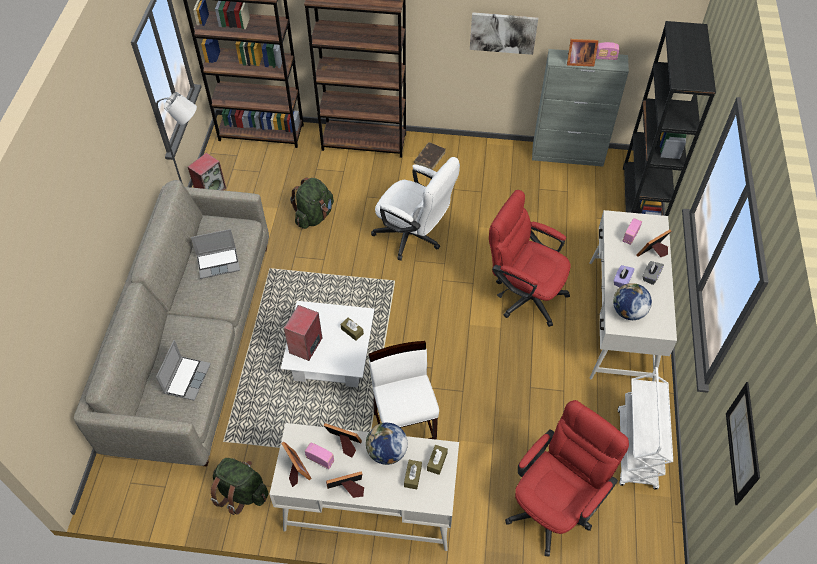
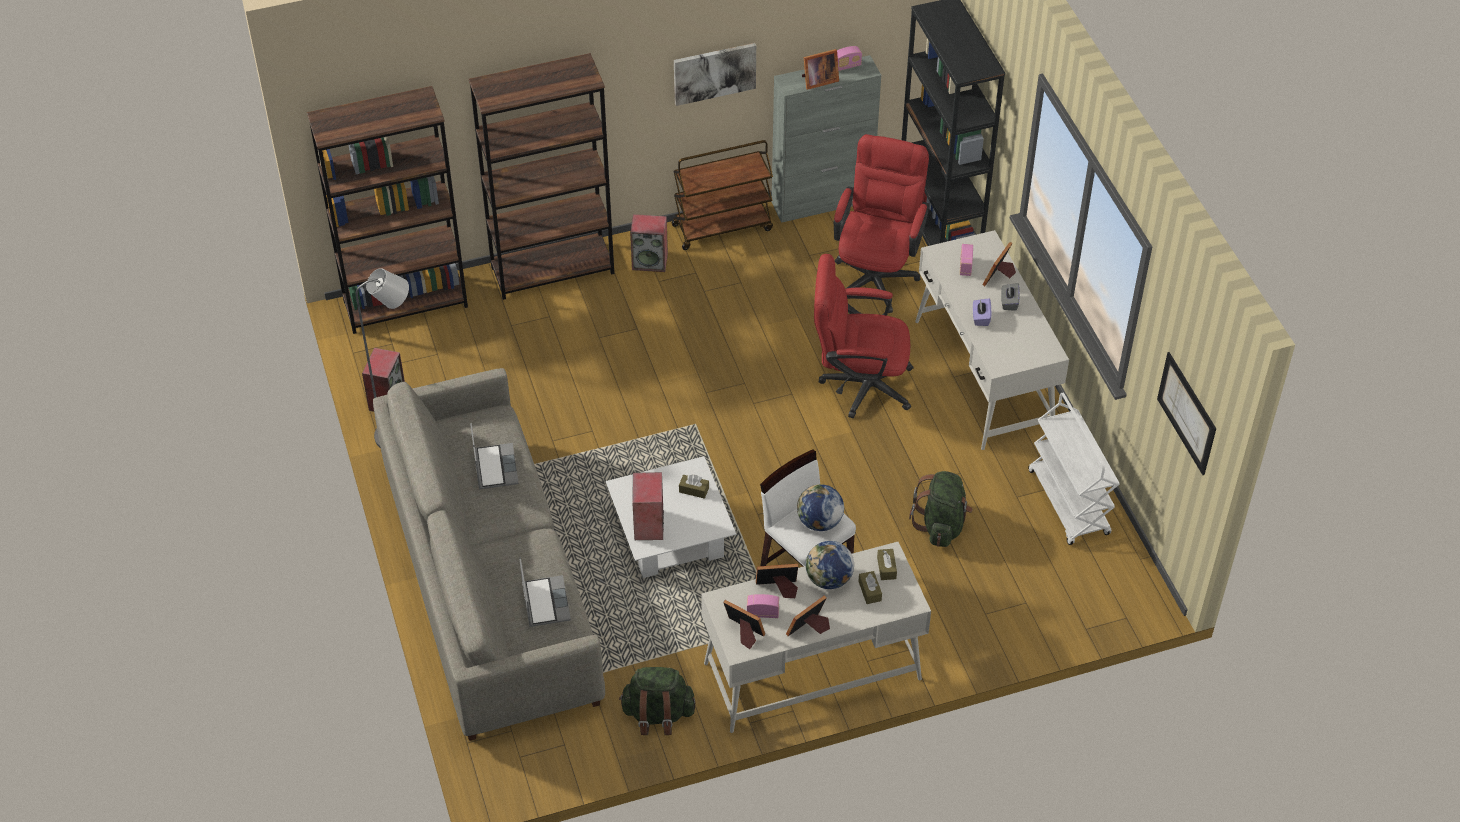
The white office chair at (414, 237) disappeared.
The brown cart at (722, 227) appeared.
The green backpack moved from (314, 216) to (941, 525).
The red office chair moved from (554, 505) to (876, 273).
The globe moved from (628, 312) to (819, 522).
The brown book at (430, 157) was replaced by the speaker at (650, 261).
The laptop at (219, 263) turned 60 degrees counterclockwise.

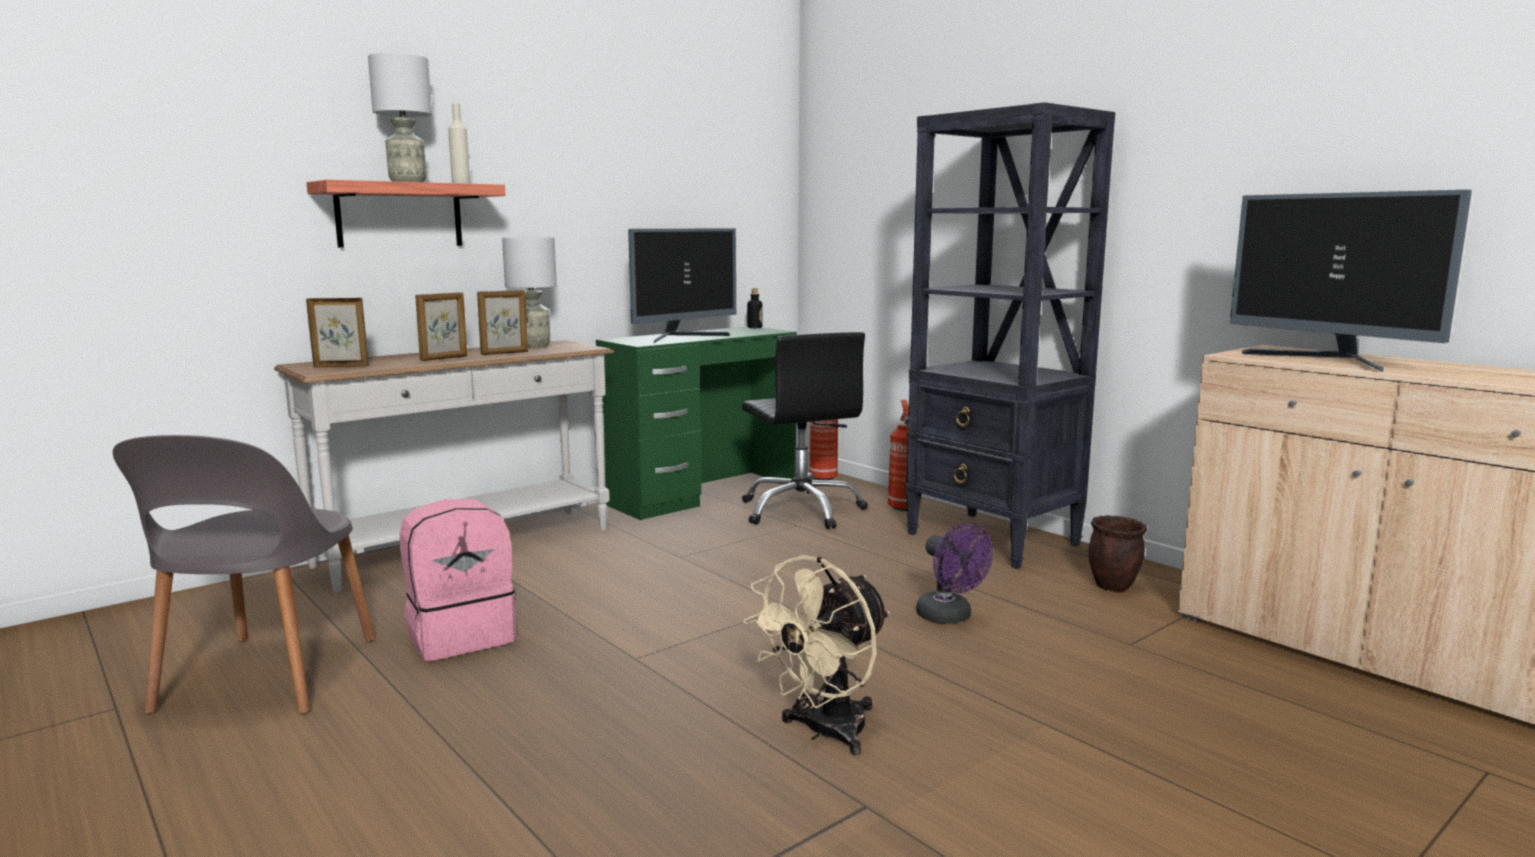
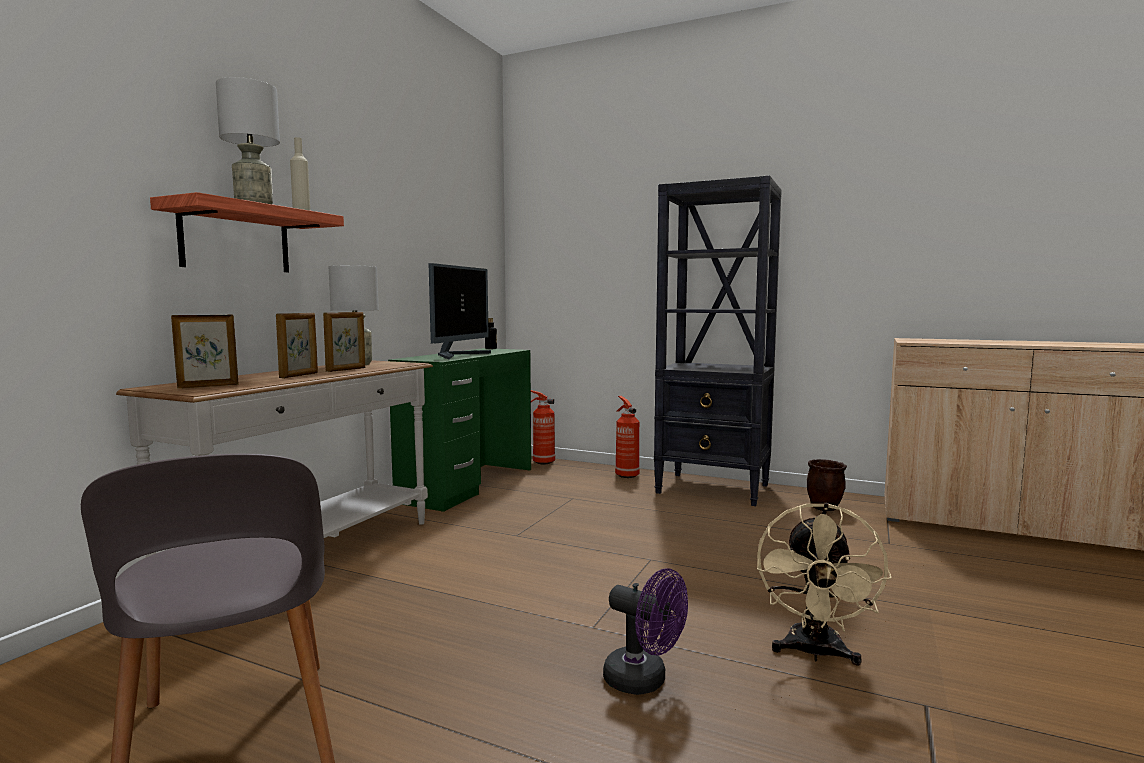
The pink backpack at (461, 636) disappeared.
The black office chair at (802, 510) disappeared.
The monitor at (1329, 361) disappeared.
The purple fan moved from (950, 617) to (644, 681).

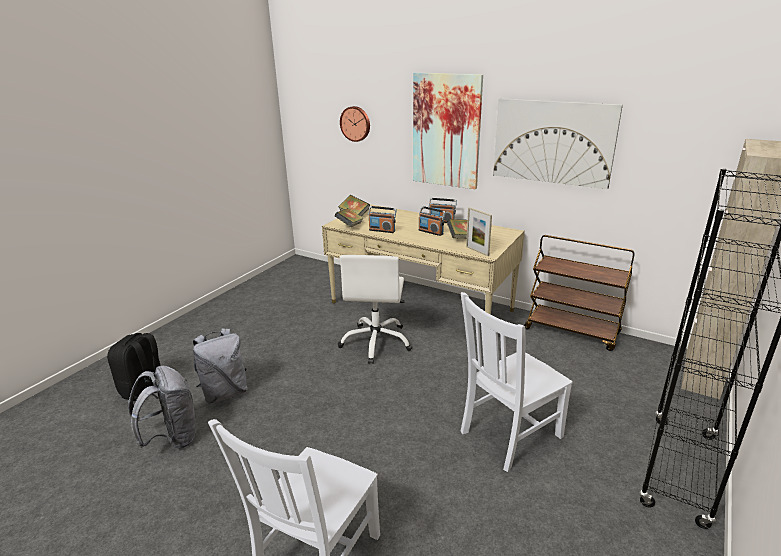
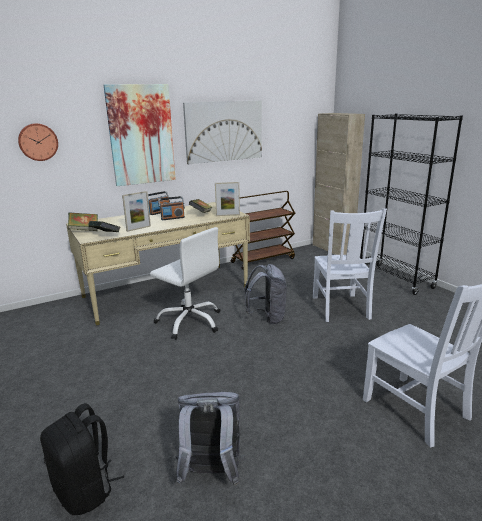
The grey backpack moved from (225, 393) to (267, 318).
The radio at (382, 230) was replaced by the picture frame at (138, 228).

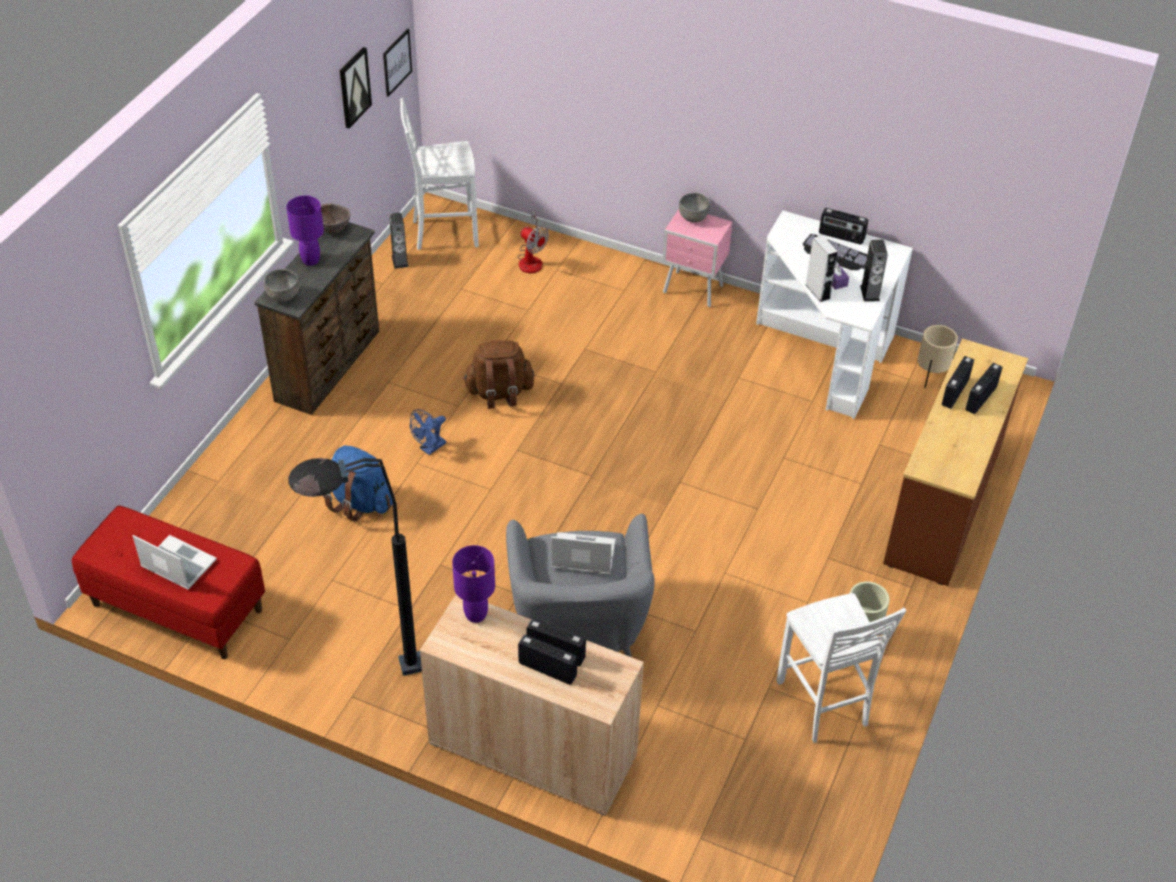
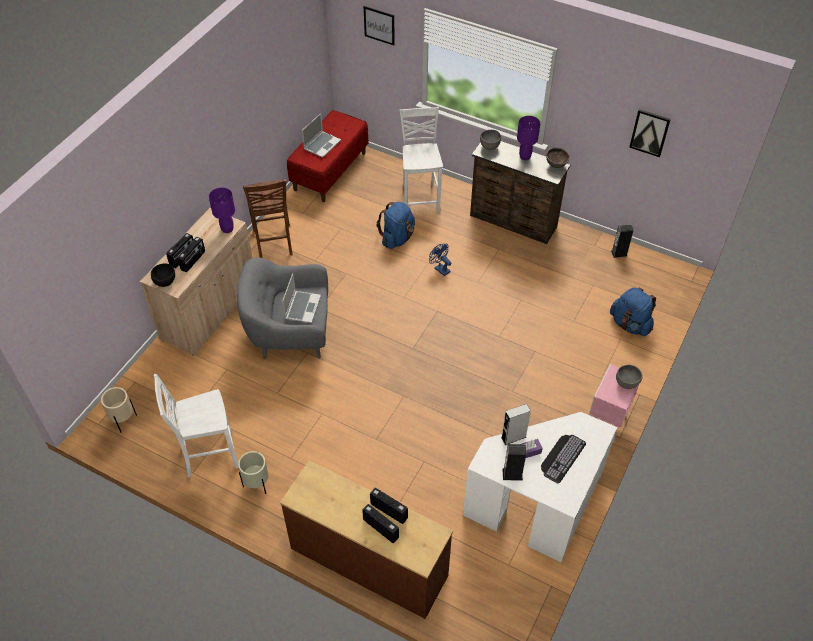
The brown backpack at (499, 393) disappeared.
The radio at (841, 237) disappeared.
The black bowl at (165, 282) appeared.
The picture moved from (397, 62) to (379, 25).
The white chair moved from (443, 232) to (420, 198).
The beige planter moved from (930, 377) to (123, 420).
The black floor lamp at (366, 675) was replaced by the brown chair at (273, 243).
The fan at (531, 259) was replaced by the blue backpack at (630, 324).

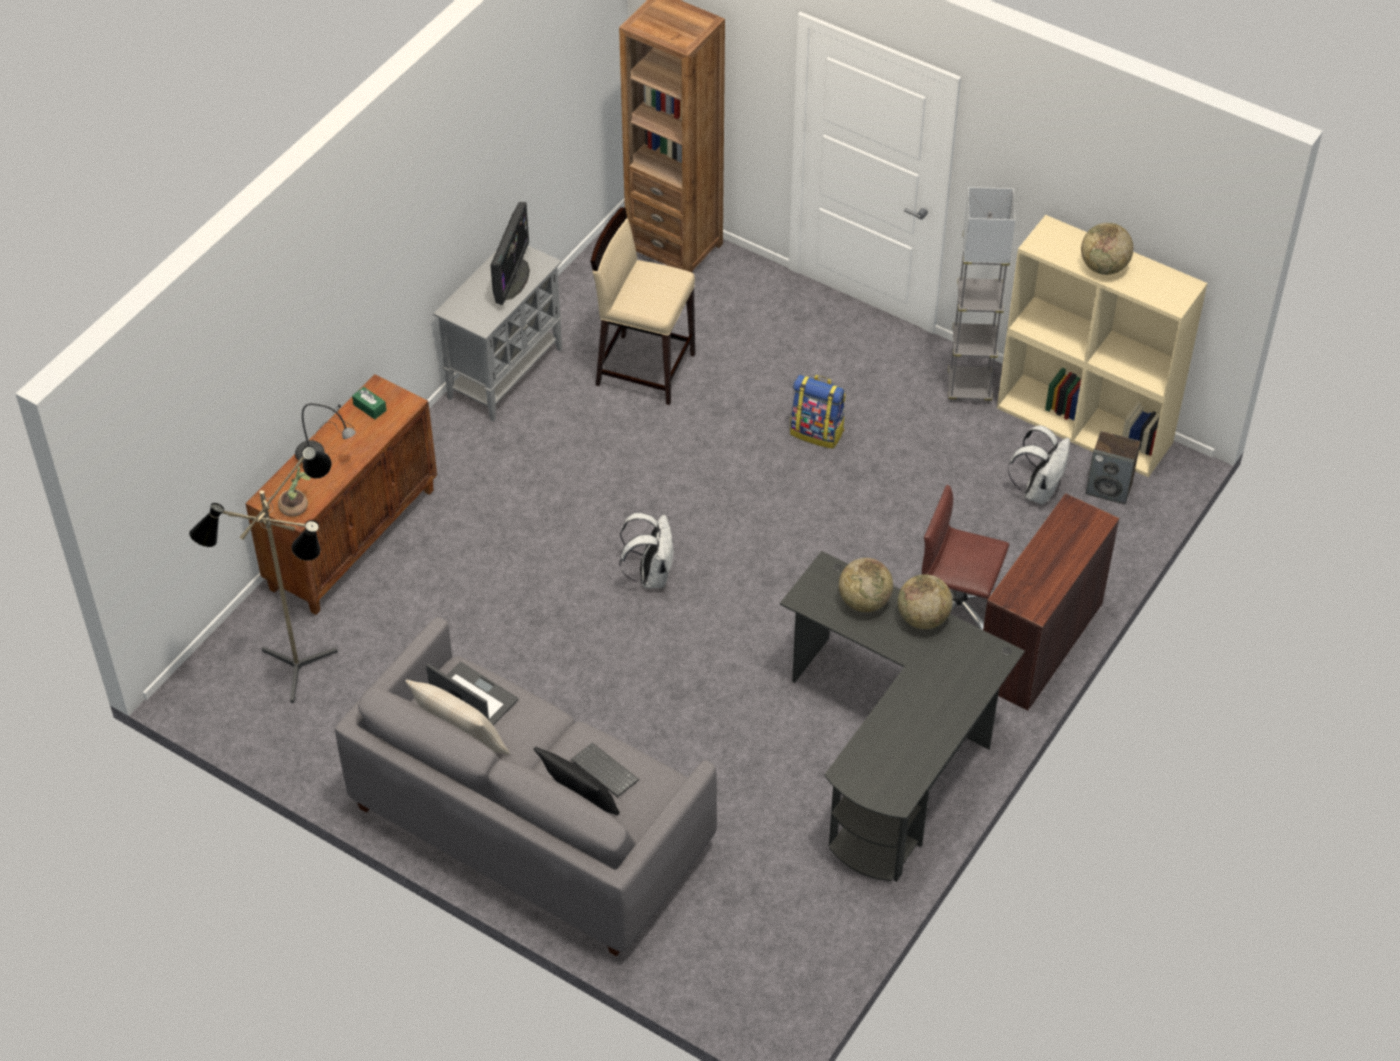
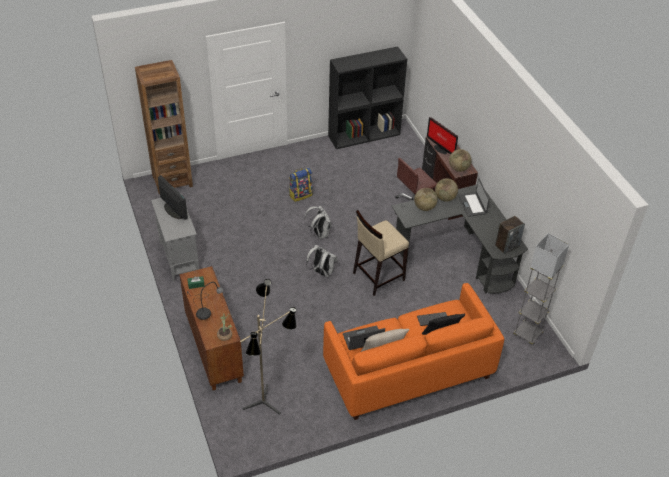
The monitor at (440, 149) appeared.
The laptop at (472, 204) appeared.
The beige stool moved from (644, 368) to (378, 276).
The grey floor lamp moved from (969, 388) to (527, 334).
The white backpack moved from (1038, 490) to (319, 234).
The globe moved from (1104, 267) to (458, 168).
The speaker moved from (1109, 489) to (507, 246).
The grey sofa at (531, 825) became the orange sofa at (408, 370).
The beige bookcase at (1086, 425) became the black bookcase at (364, 135).

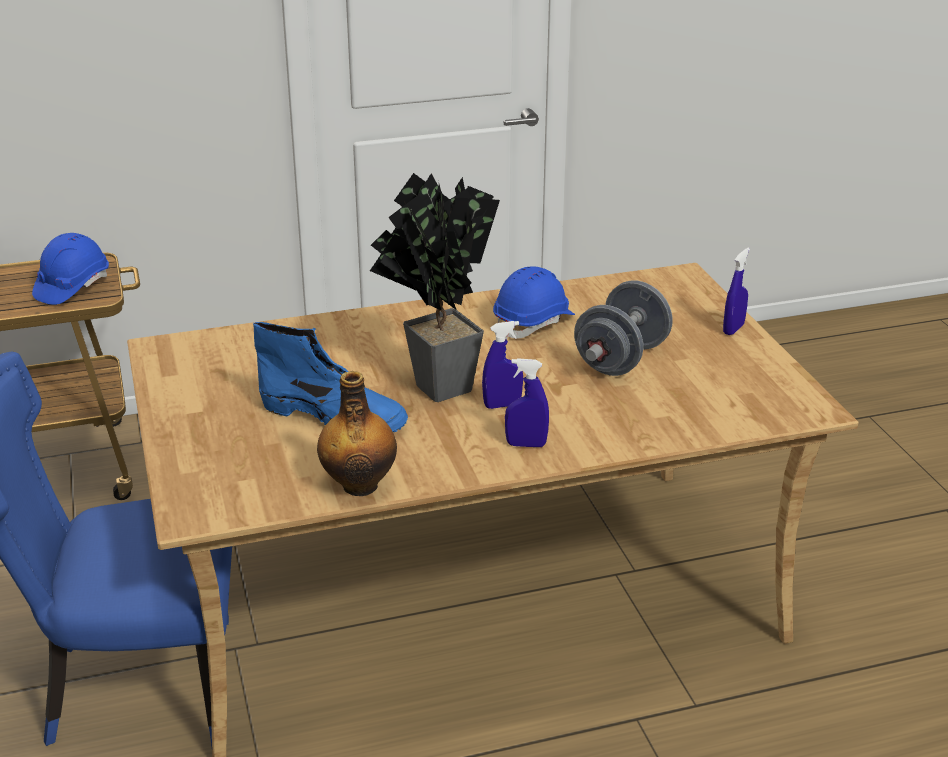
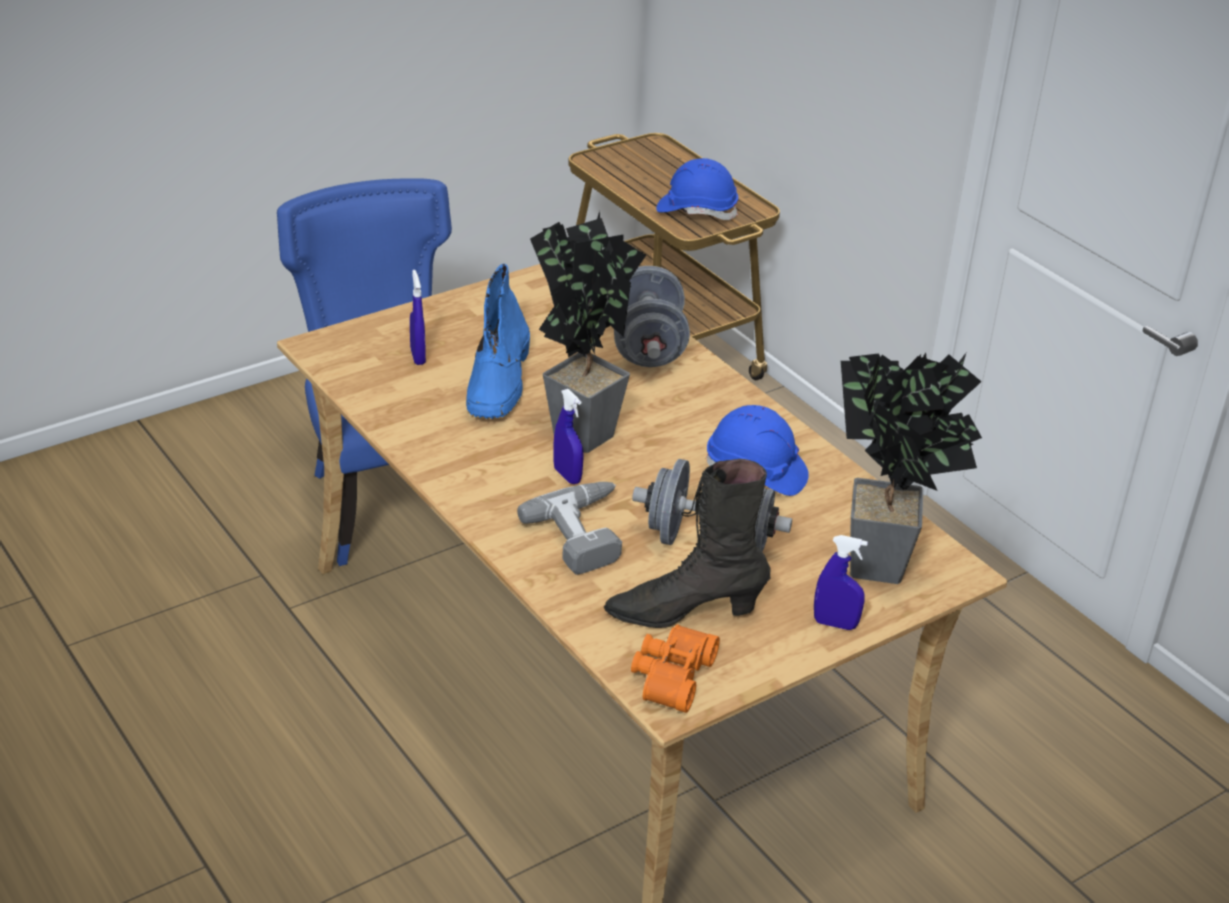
The bottle at (359, 484) disappeared.
The power drill at (587, 534) appeared.
The black boot at (684, 612) appeared.
The grey dumbbell at (647, 347) appeared.
The orange binoculars at (670, 676) appeared.
The potted plant at (886, 571) appeared.
The blue spray bottle moved from (526, 444) to (418, 356).

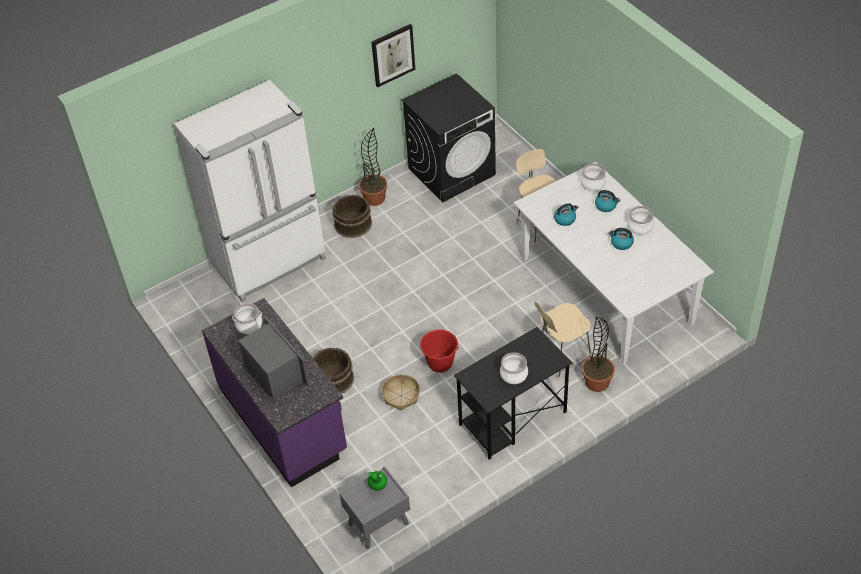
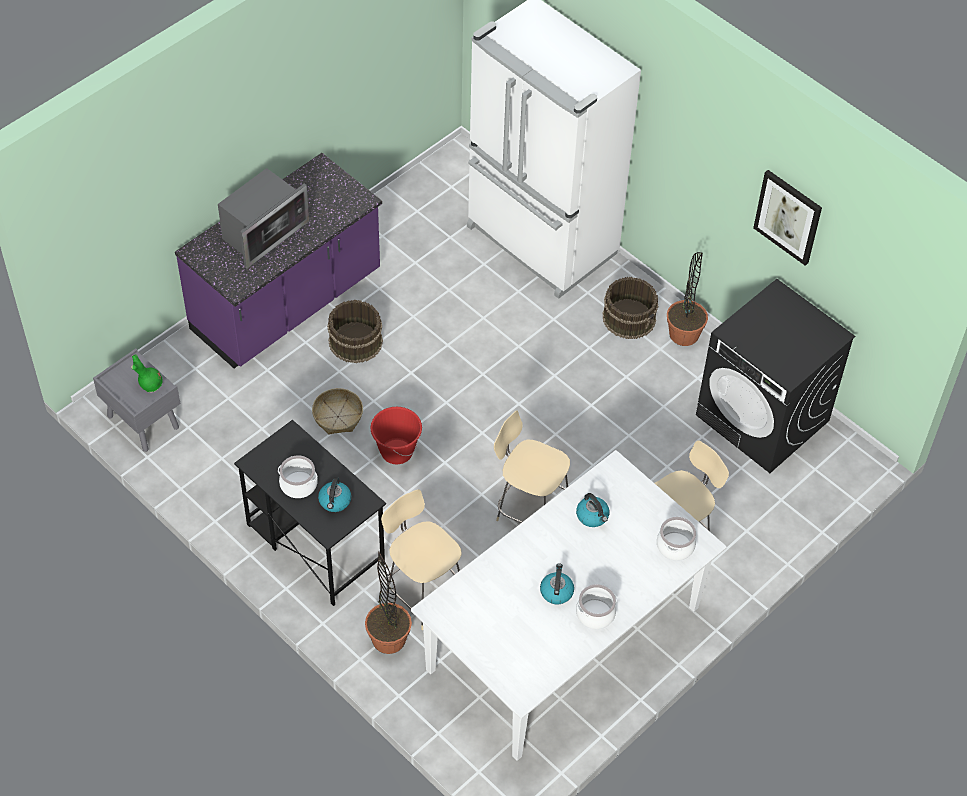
The cooking pot at (249, 325) disappeared.
The beige chair at (530, 510) appeared.
The kettle moved from (606, 206) to (335, 501).

